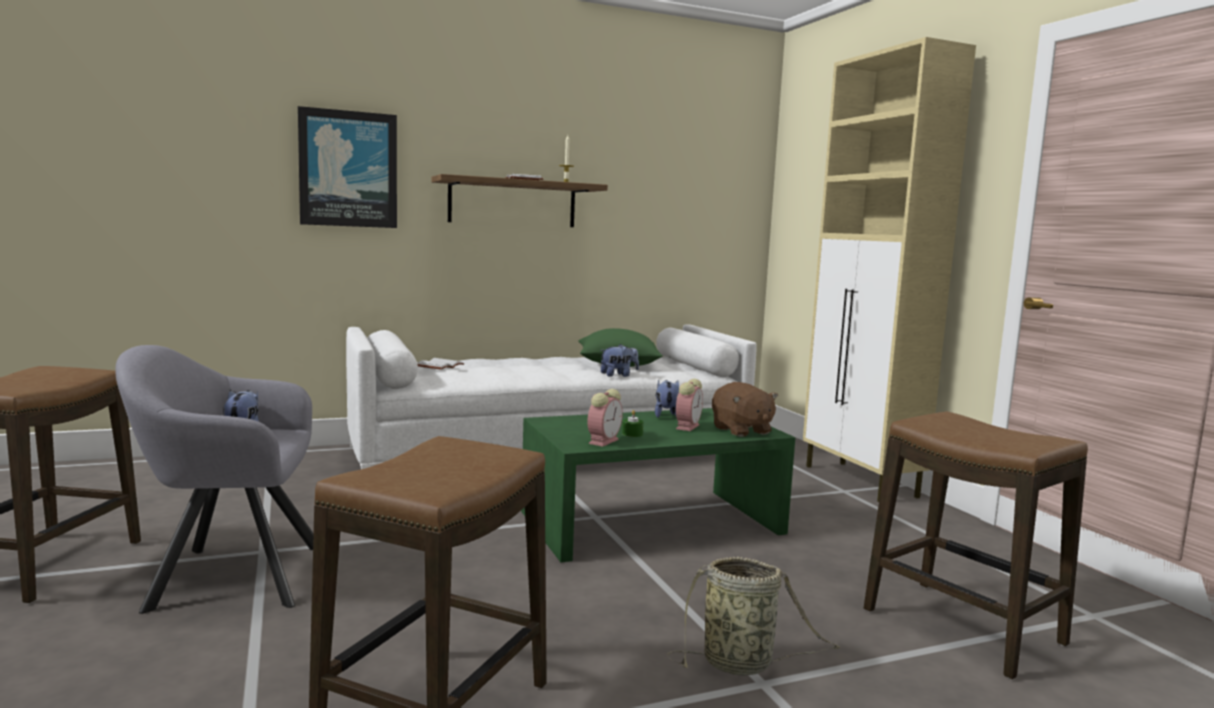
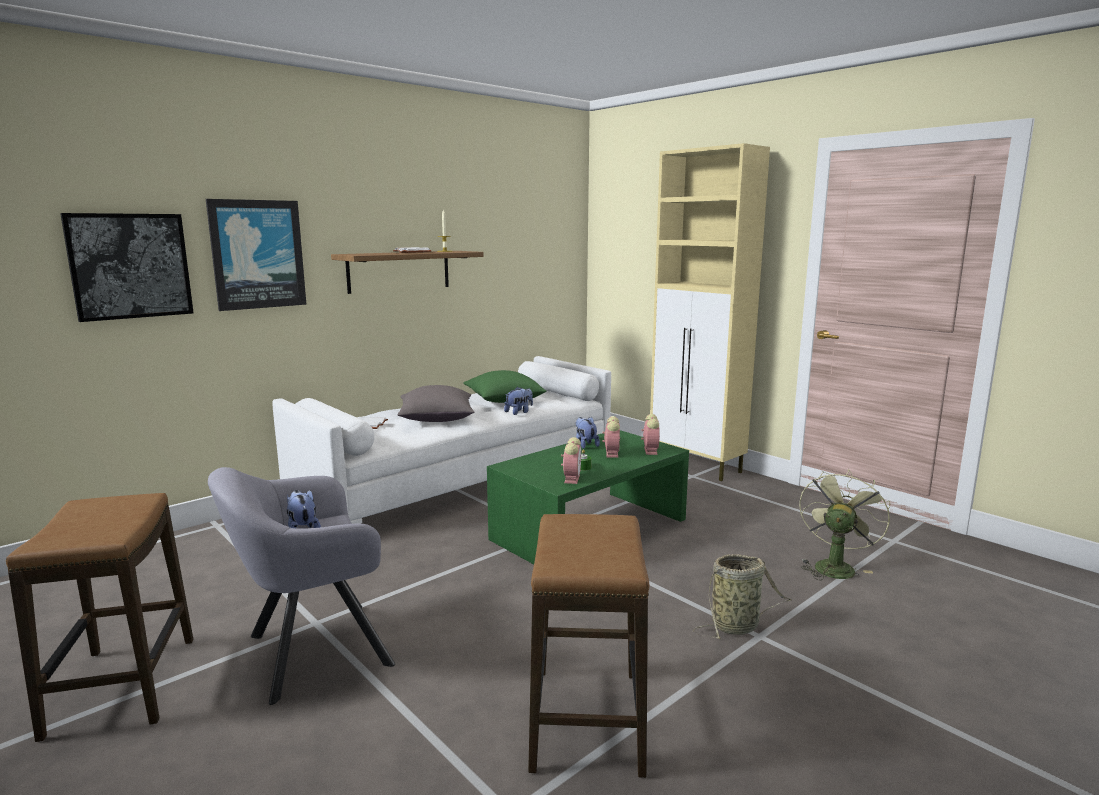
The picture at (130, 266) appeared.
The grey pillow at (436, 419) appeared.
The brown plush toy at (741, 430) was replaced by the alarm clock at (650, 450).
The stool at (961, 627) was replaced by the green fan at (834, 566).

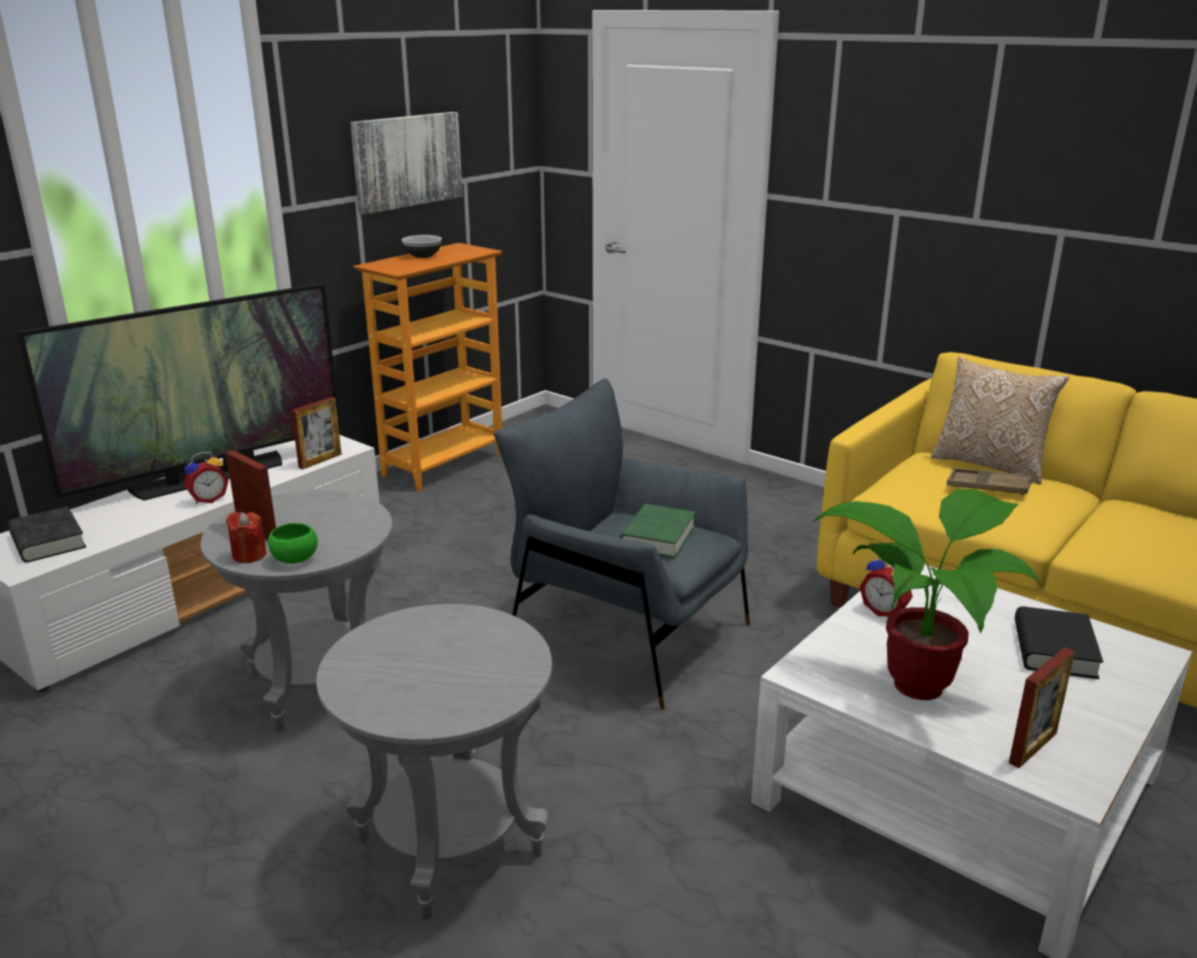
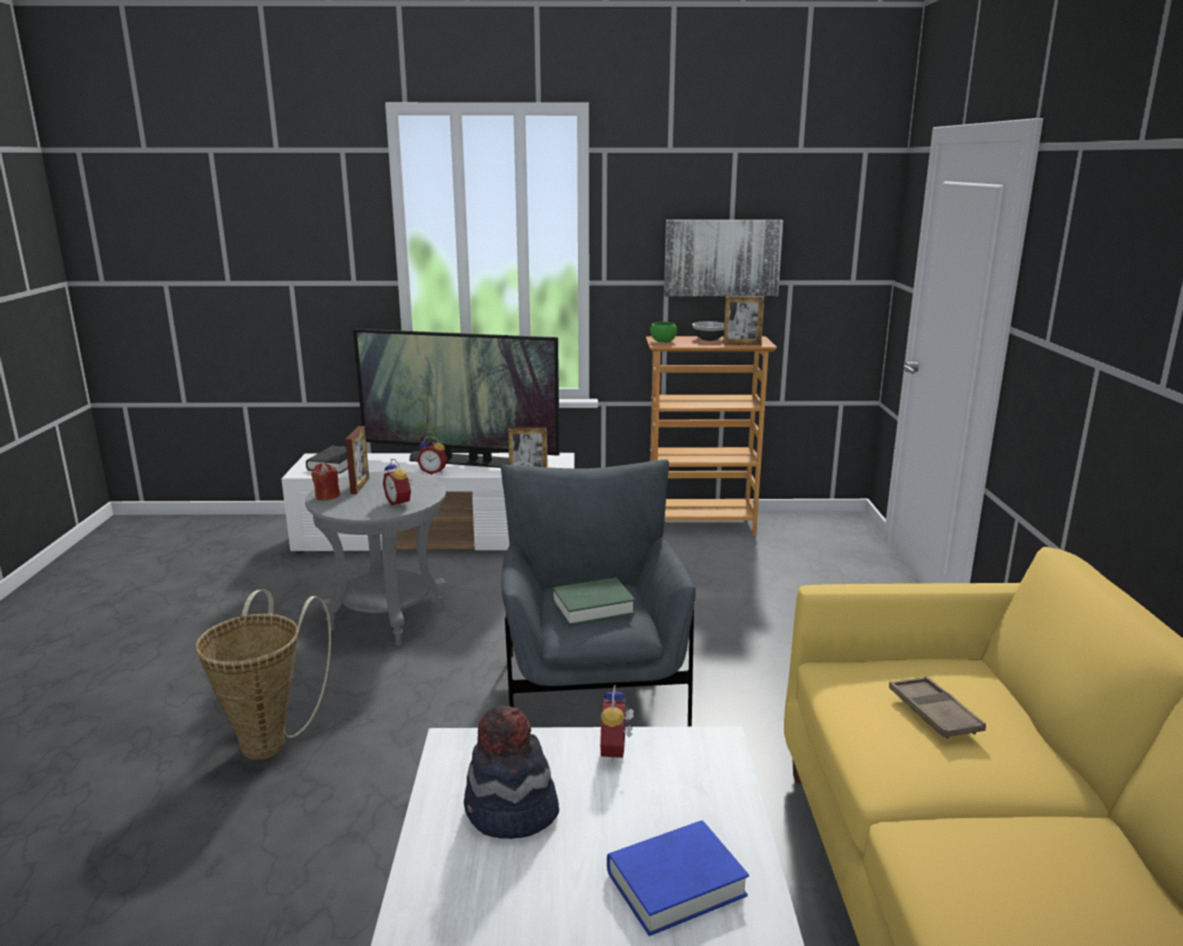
The pillow at (990, 465) disappeared.
The alarm clock at (400, 503) appeared.
The green bowl moved from (295, 559) to (663, 342).
The picture frame moved from (1033, 748) to (742, 344).
The grey side table at (450, 846) was replaced by the basket at (271, 741).
The potted plant at (921, 680) was replaced by the hat at (511, 812).
The black book at (1054, 650) became the blue book at (675, 884).

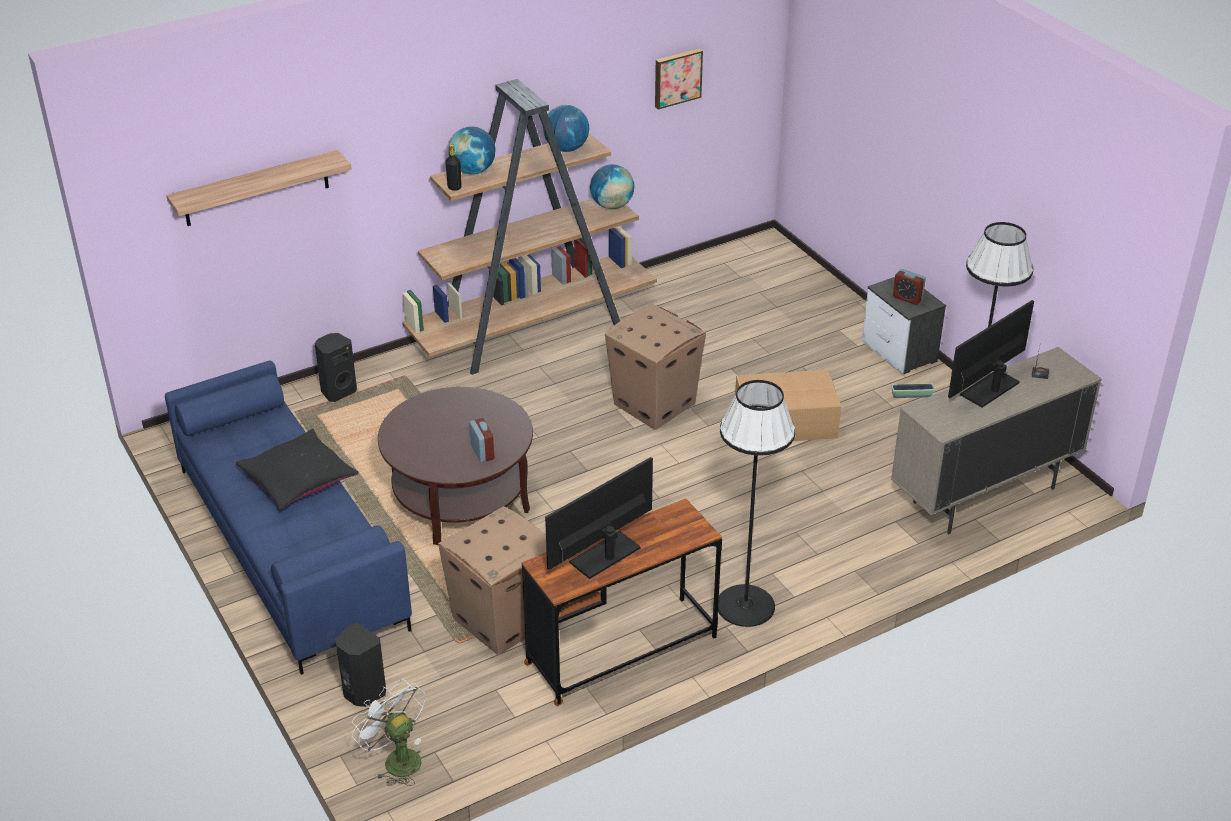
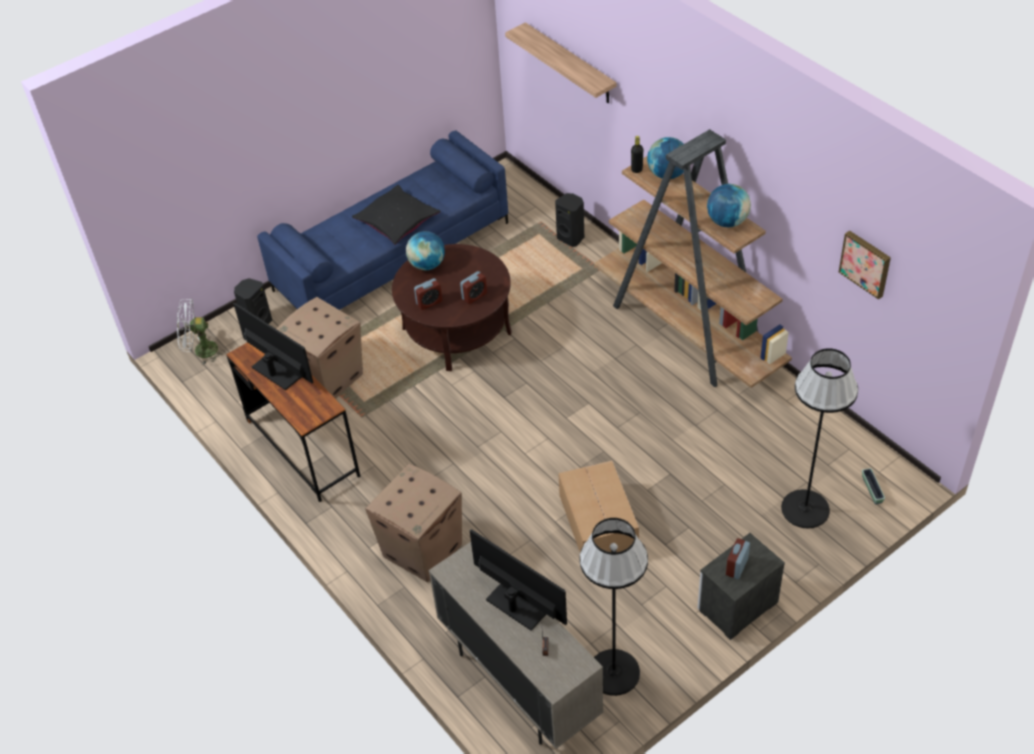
The alarm clock at (474, 296) appeared.
The globe moved from (612, 206) to (427, 265).
The cardboard box moved from (653, 403) to (423, 549).
The black floor lamp moved from (746, 605) to (805, 509).
The planter moved from (911, 395) to (872, 490).
The white fan at (396, 759) turned 135 degrees counterclockwise.

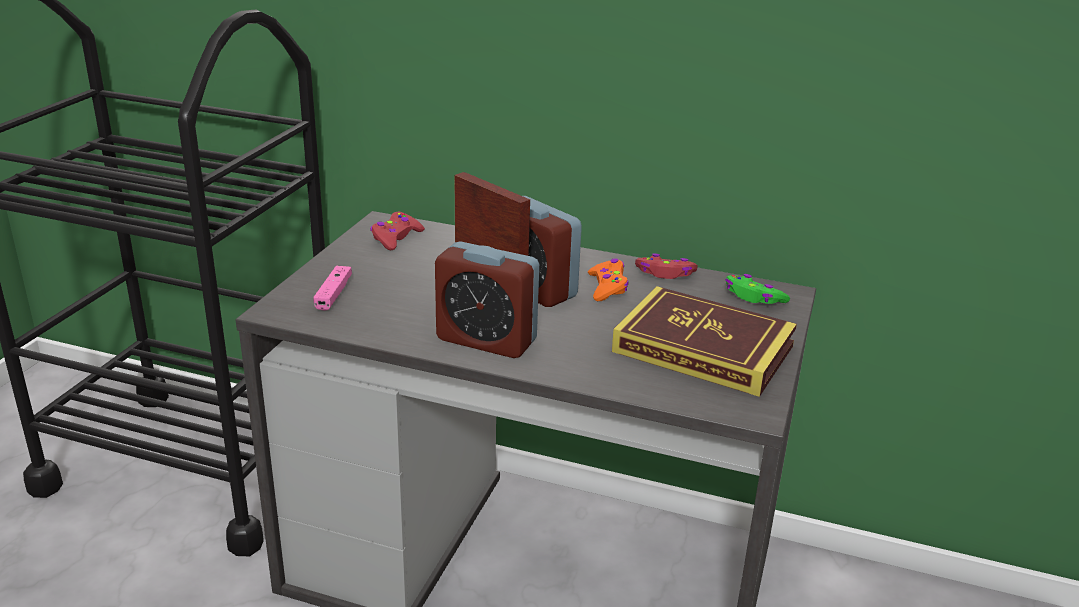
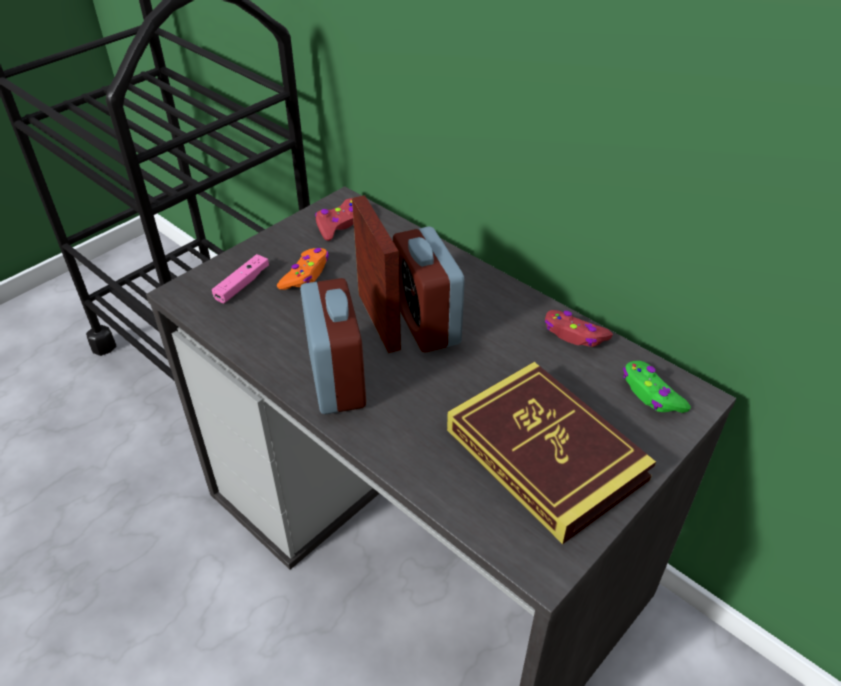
The orange game controller moved from (607, 287) to (305, 275).
The alarm clock at (486, 340) turned 150 degrees counterclockwise.

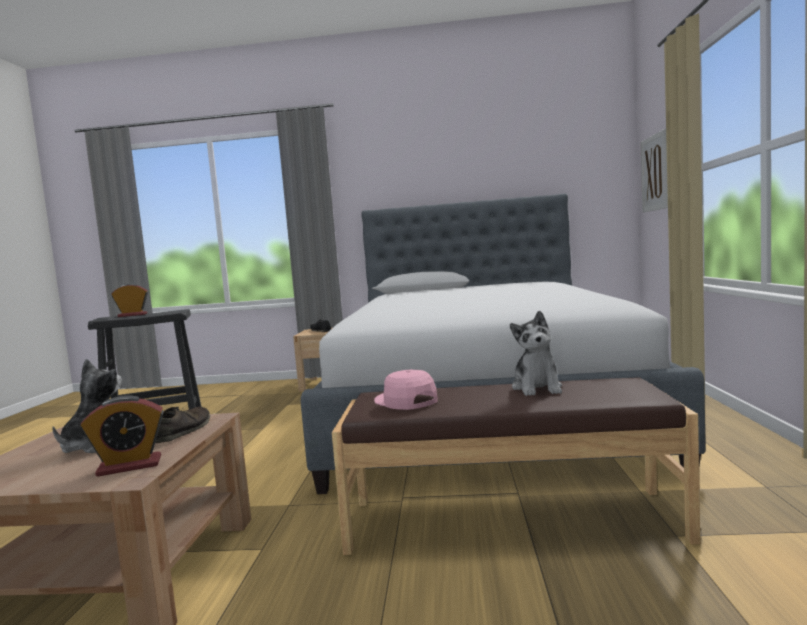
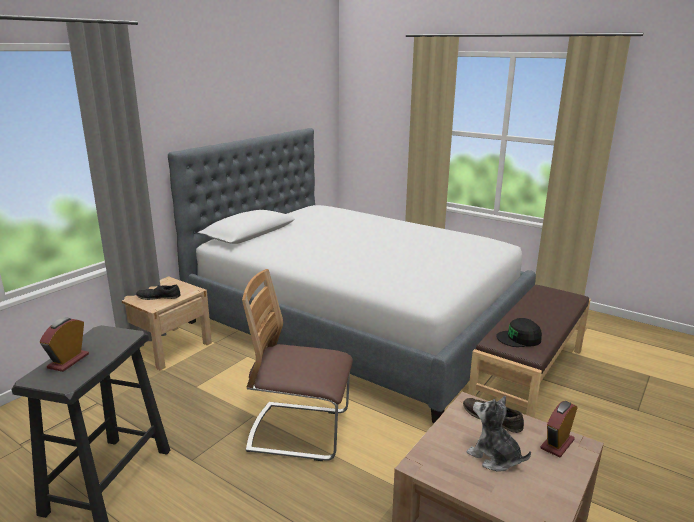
The plush toy at (537, 388) disappeared.
The picture at (655, 173) disappeared.
The chair at (299, 431) appeared.
The pink cap at (405, 400) became the black cap at (519, 338).
The alarm clock at (129, 466) turned 150 degrees counterclockwise.

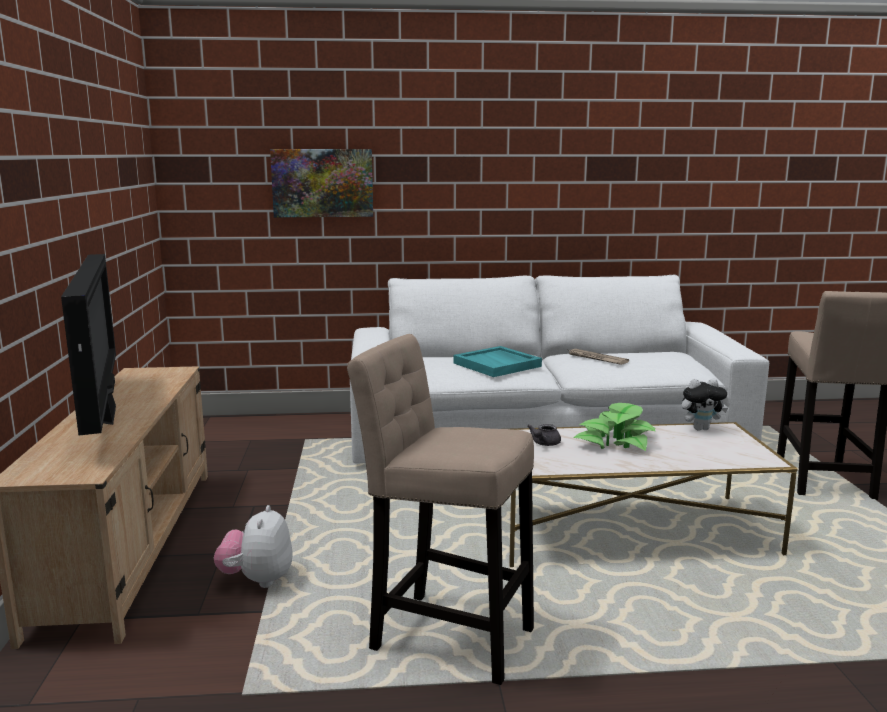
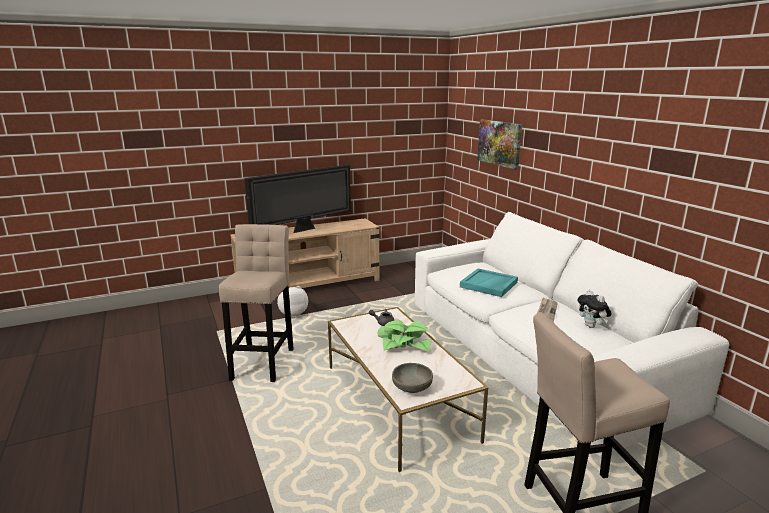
The grey bowl at (412, 387) appeared.
The plush toy moved from (701, 428) to (591, 326).

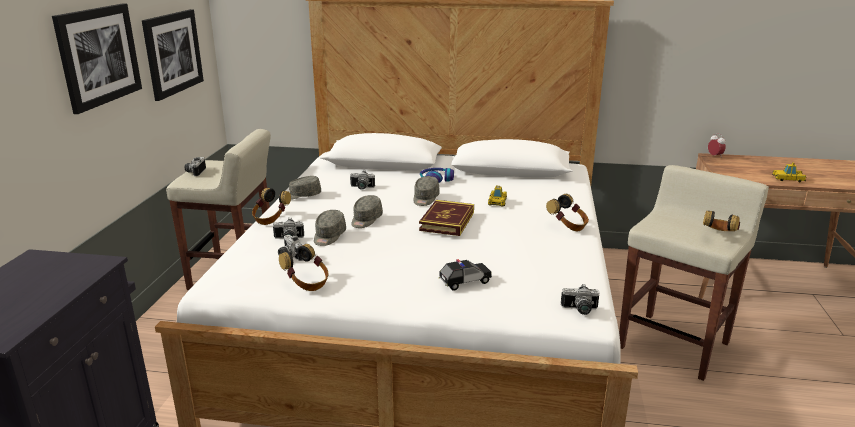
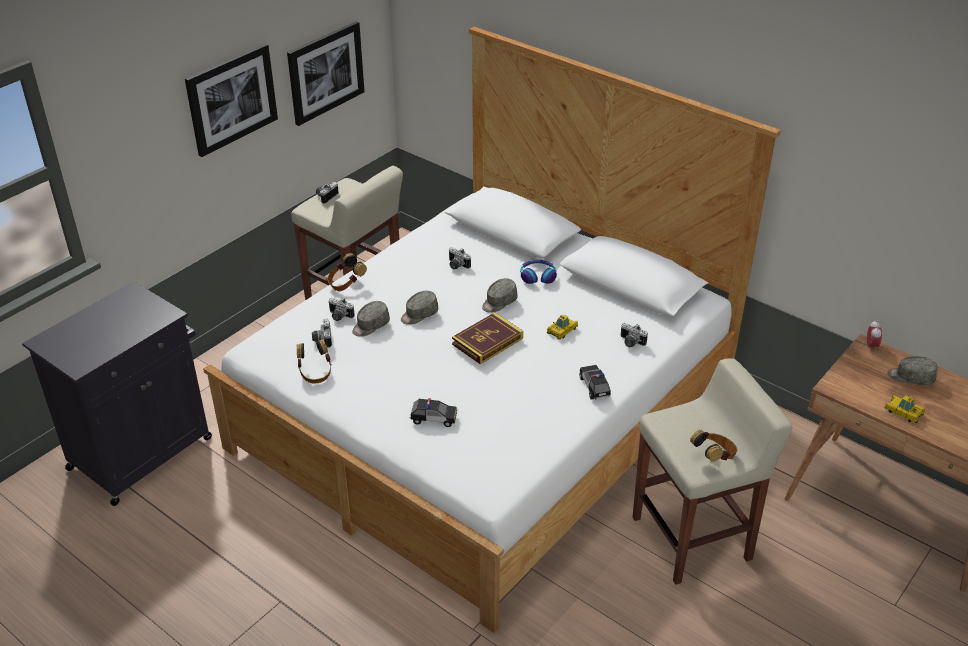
The grey cap moved from (302, 195) to (910, 377).
The photo camera moved from (580, 310) to (630, 343).
The headphones at (568, 226) was replaced by the toy car at (594, 387).

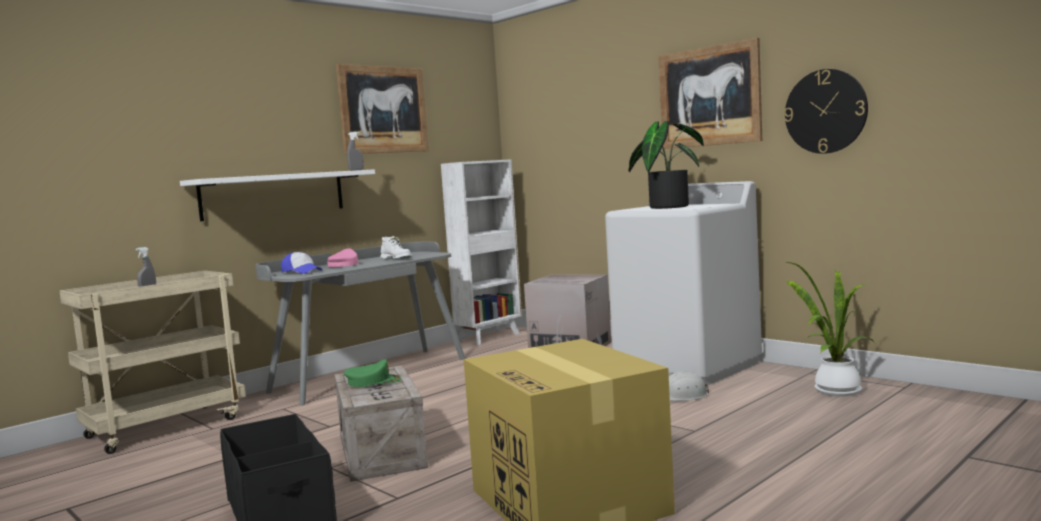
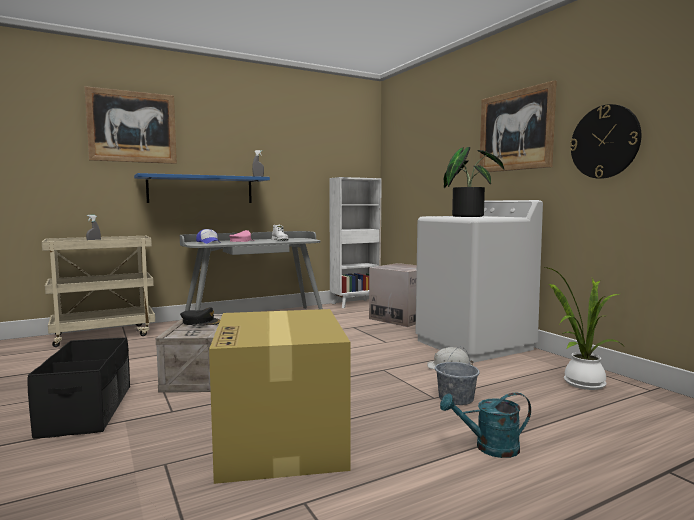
The grey bucket at (456, 398) appeared.
The turquoise watering can at (489, 447) appeared.
The picture moved from (383, 110) to (132, 127).
The white shelf at (273, 195) became the blue shelf at (201, 189).
The green cap at (373, 381) became the black cap at (201, 322).

